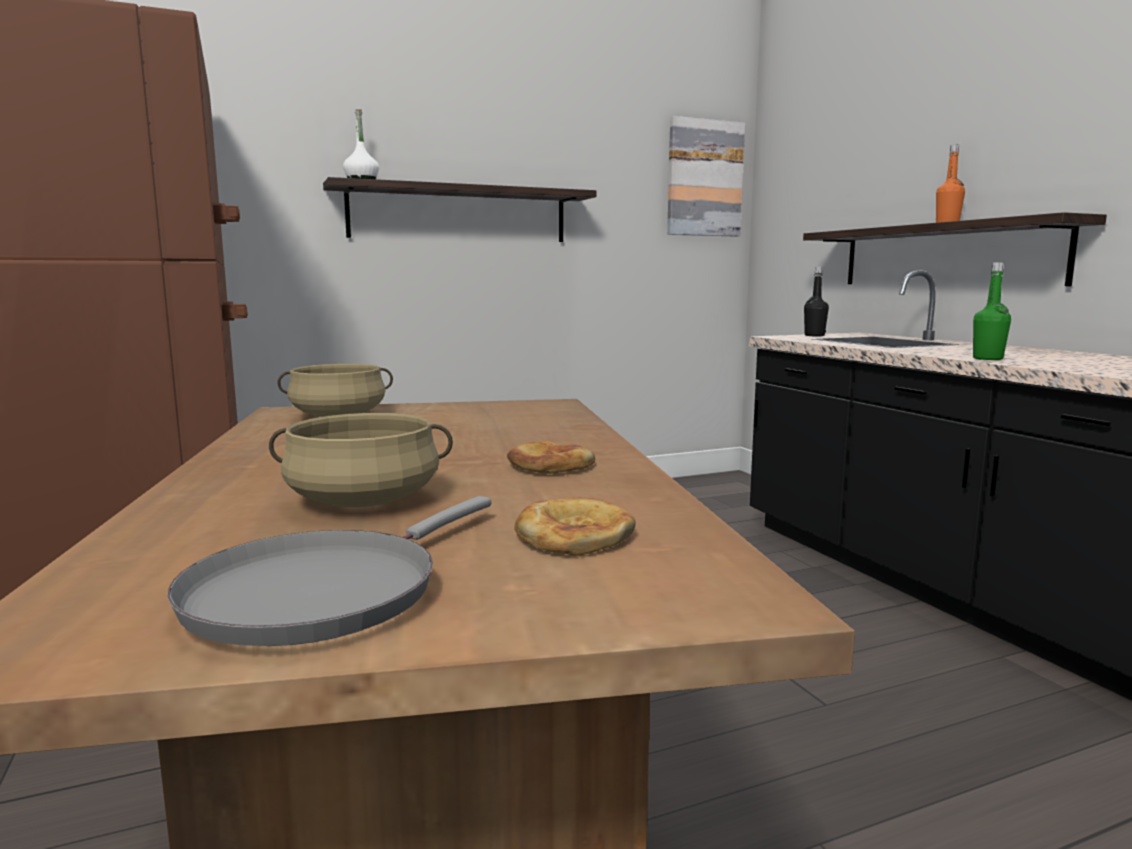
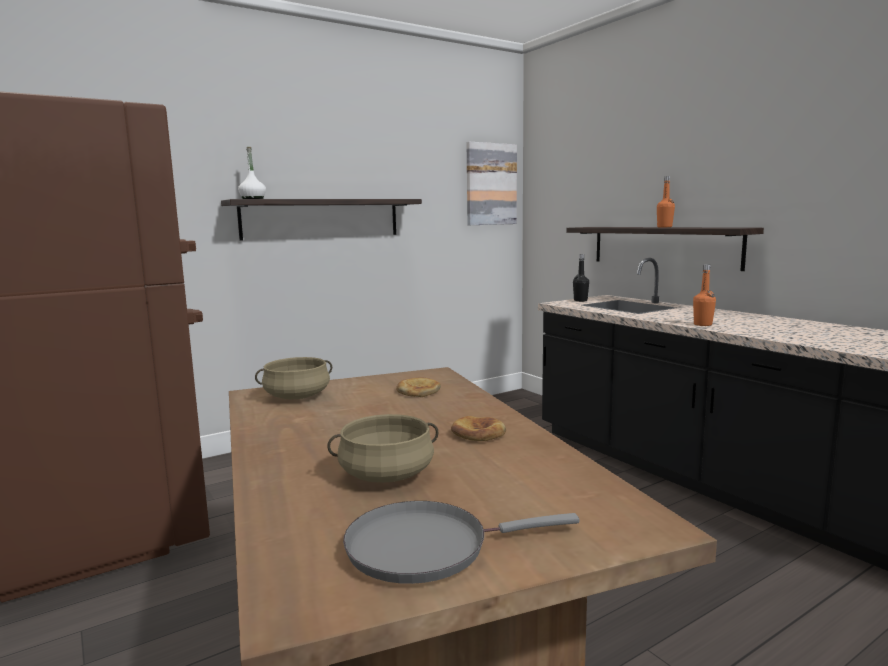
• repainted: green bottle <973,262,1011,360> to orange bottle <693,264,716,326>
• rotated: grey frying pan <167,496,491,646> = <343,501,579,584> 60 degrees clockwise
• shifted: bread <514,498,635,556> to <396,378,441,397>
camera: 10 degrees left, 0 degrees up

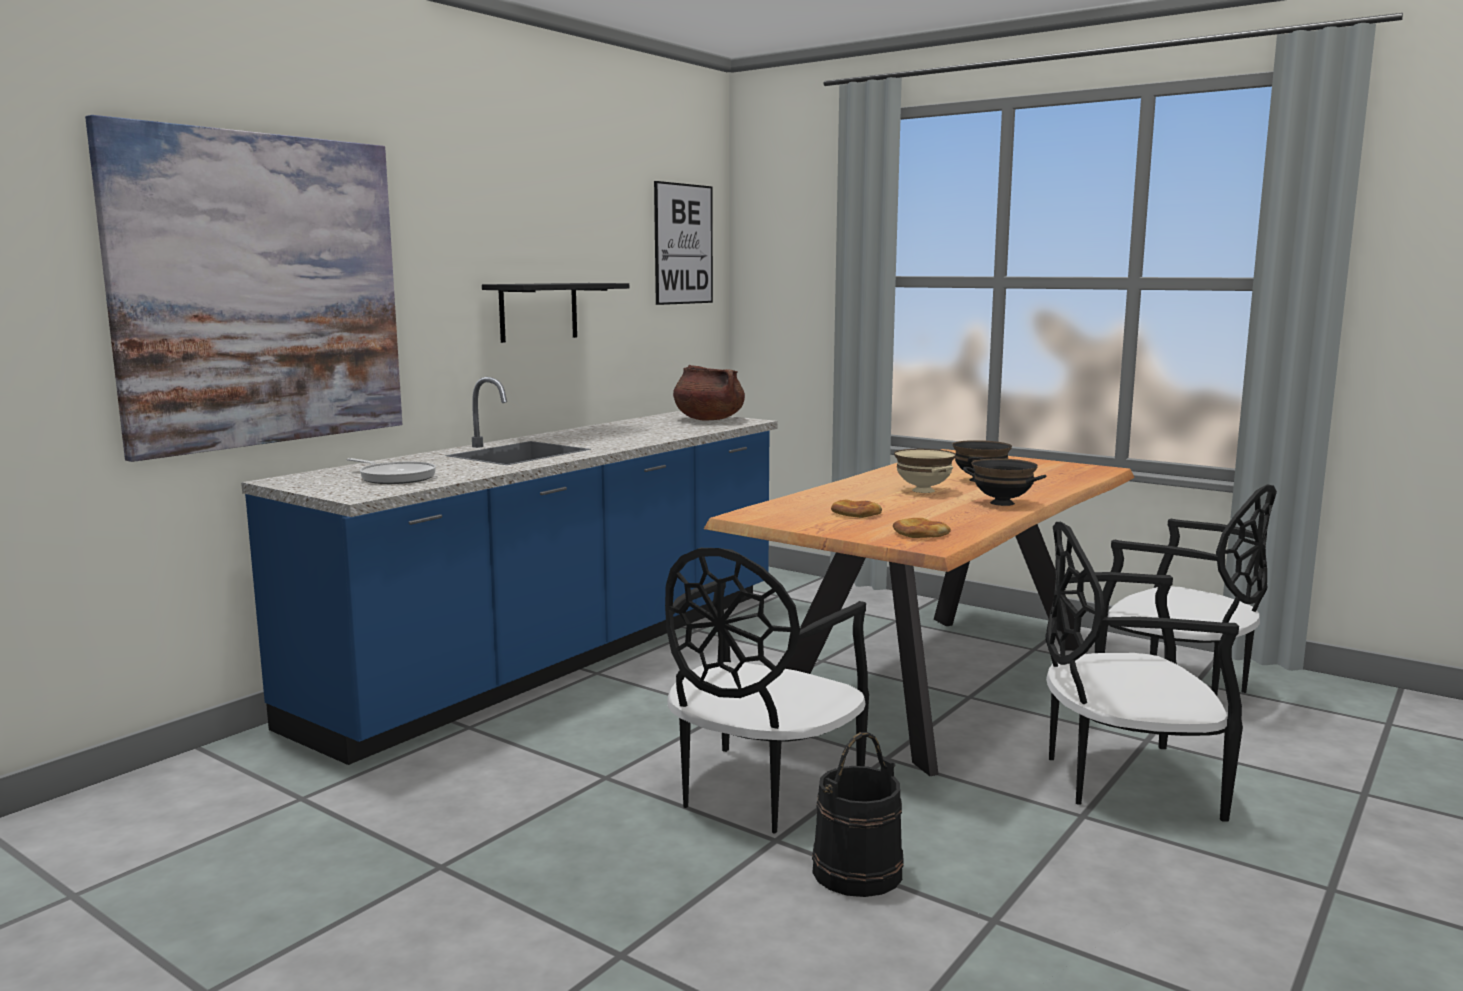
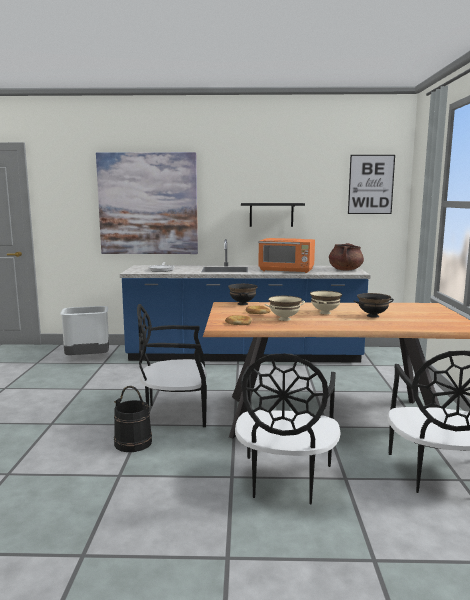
• shifted: black bowl <963,459,1047,506> to <228,284,258,305>
• rotated: black chair <1045,522,1243,822> = <235,354,340,505> 135 degrees counterclockwise
• new: orange microwave <258,238,315,273>
• new: beige bowl <264,296,305,321>
• new: grey trash can <60,306,109,355>
camera: 55 degrees right, 0 degrees up

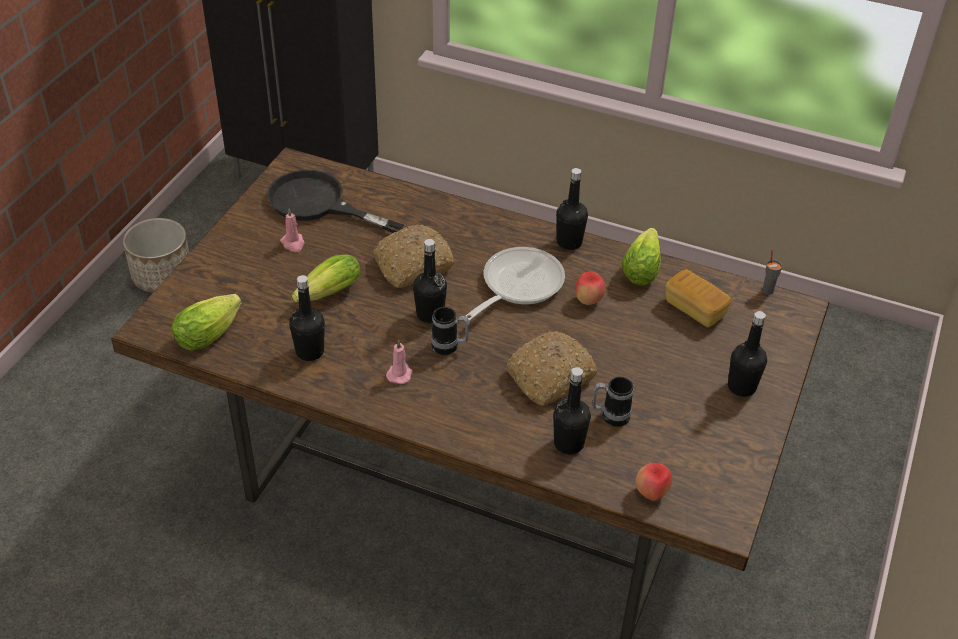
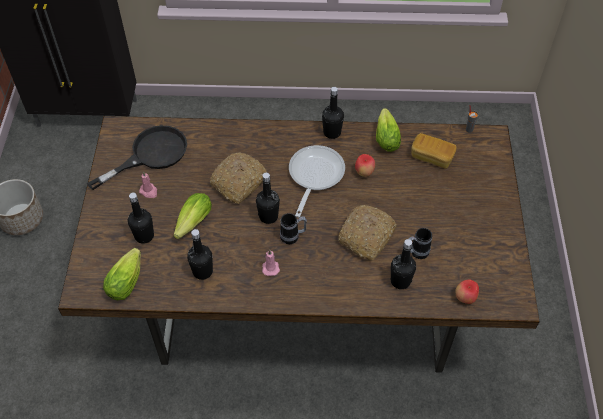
• rotated: black frying pan <267,170,404,233> = <87,125,187,190> 135 degrees clockwise
• shifted: black bottle <728,311,767,397> to <128,192,154,244>
camera: 20 degrees left, 10 degrees up

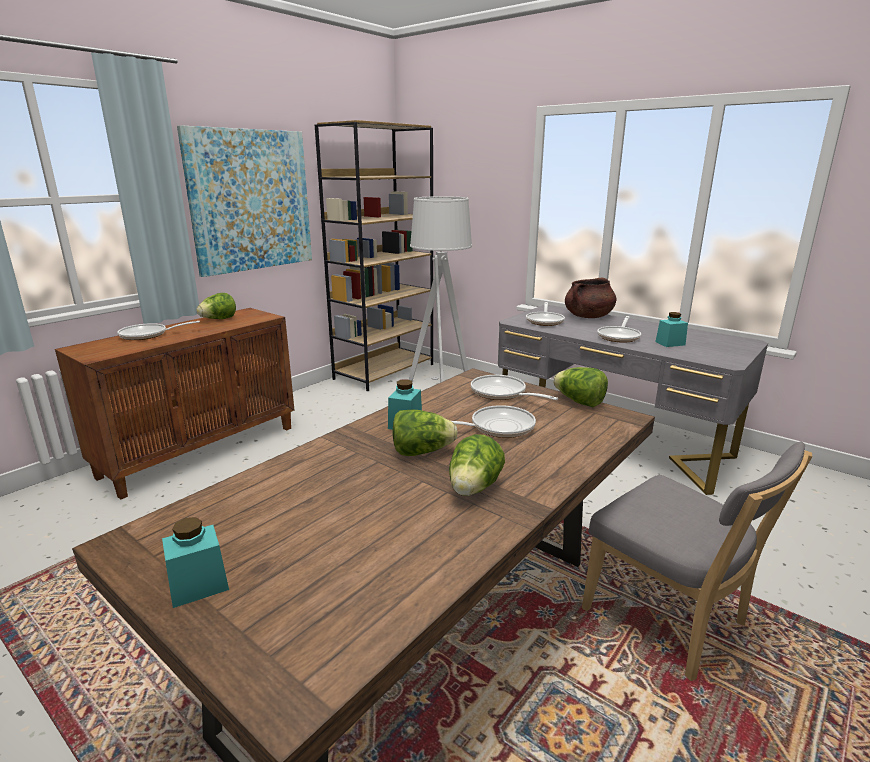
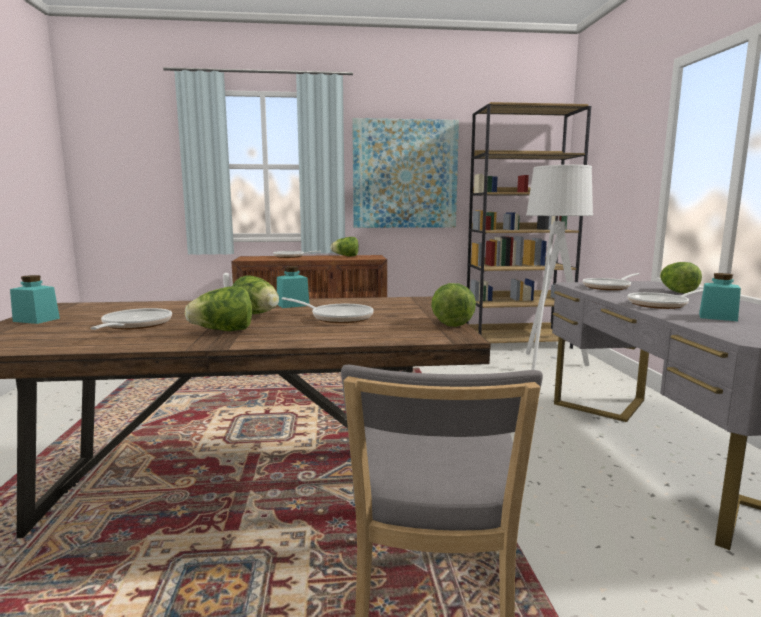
• swapped: brown cooking pot <565,278,616,318> to lettuce <660,262,702,293>
• shifted: frying pan <471,375,558,400> to <90,308,172,330>
camera: 45 degrees right, 10 degrees down

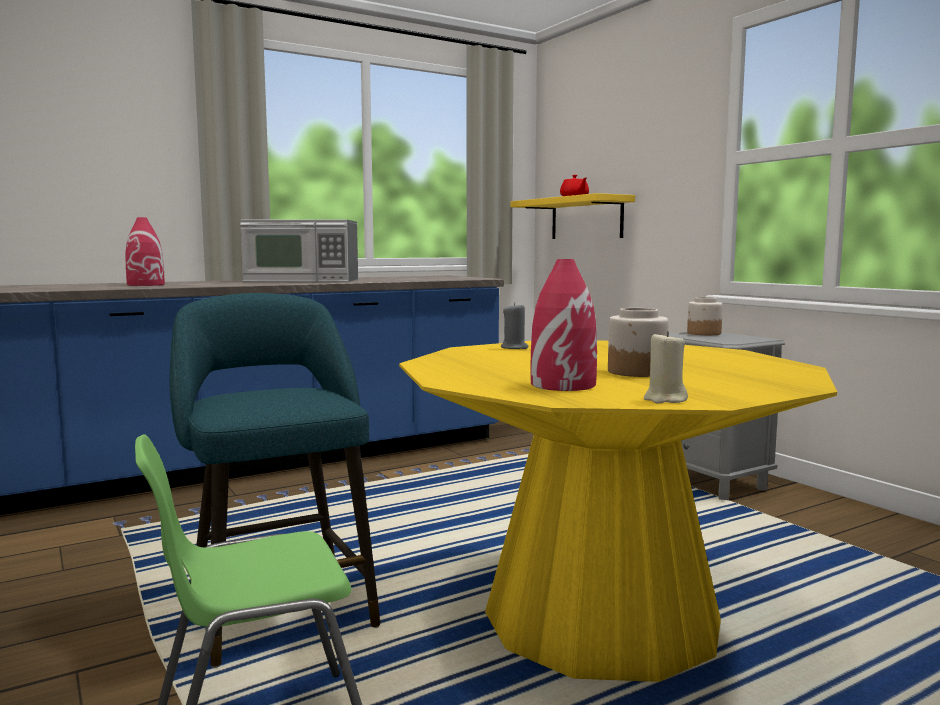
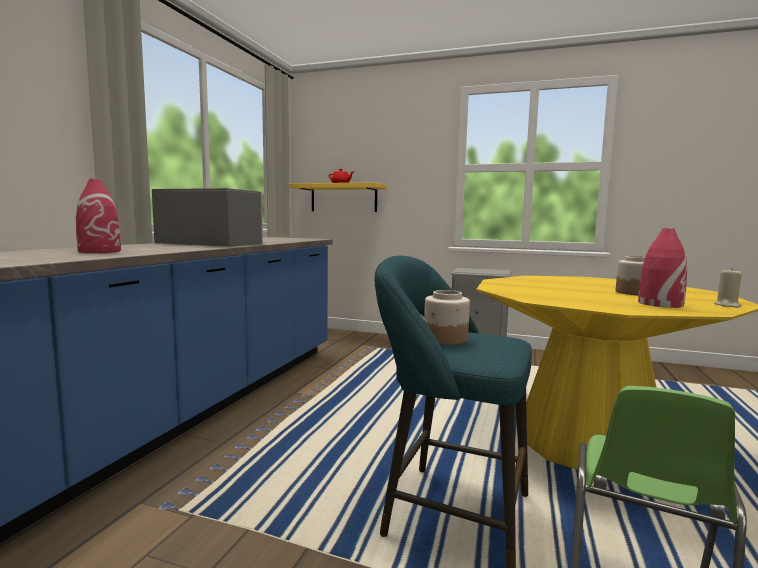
• rotated: microwave <240,220,358,282> = <152,188,264,247> 120 degrees counterclockwise
• shifted: jar <687,297,723,335> to <424,290,470,345>
• gone: grey candle <501,302,529,349>
camera: 40 degrees left, 0 degrees up

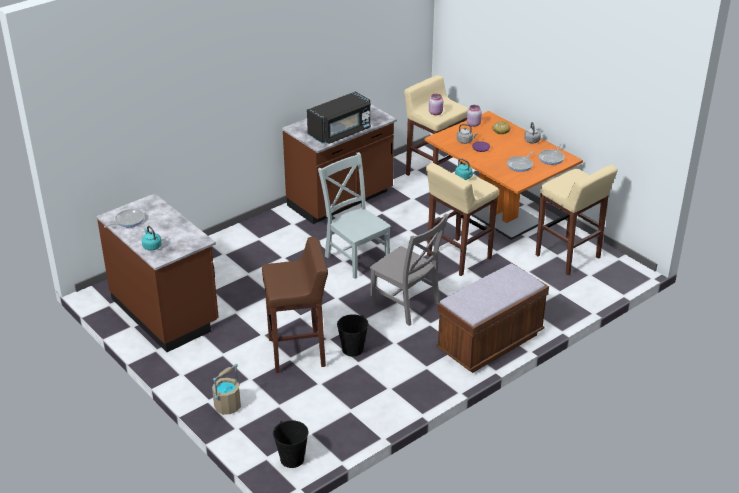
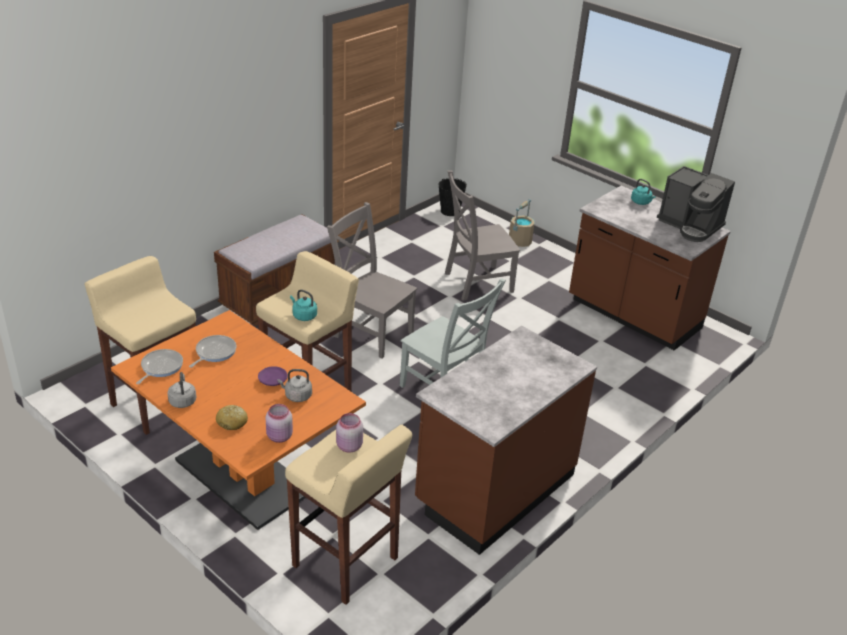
• gone: black microwave <307,92,371,144>
• swapped: frying pan <104,209,144,228> to coffee machine <656,166,735,242>
• swapped: brown stool <262,237,328,373> to grey chair <445,170,520,301>
• gone: black bucket <337,314,369,357>
camera: 170 degrees right, 0 degrees up

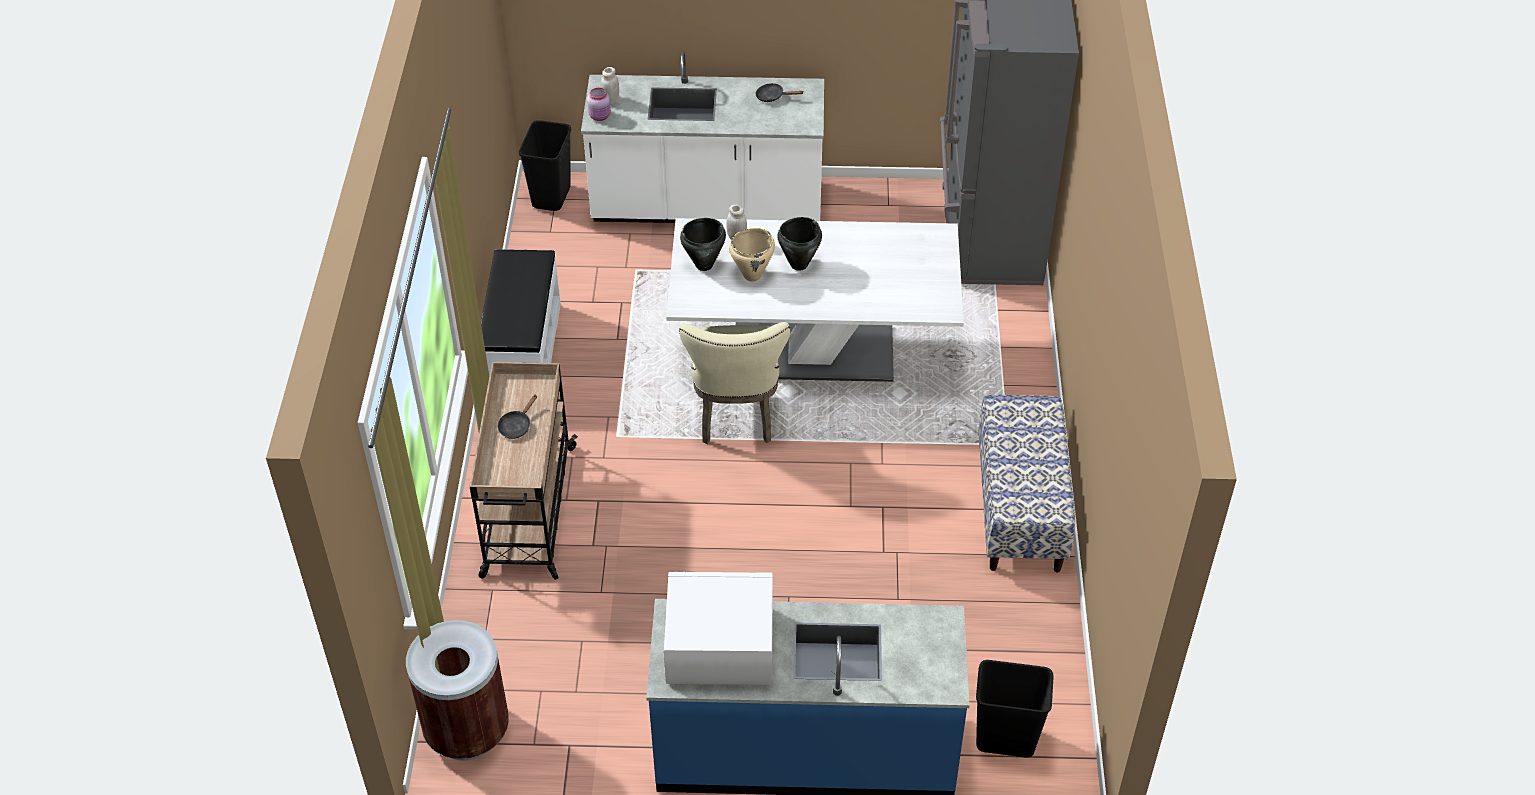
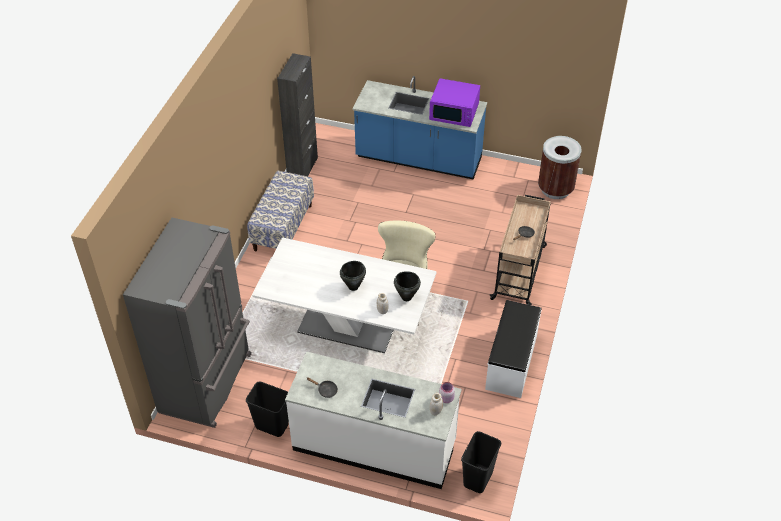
• gone: beige cooking pot <729,228,775,282>
• repainted: white microwave <664,572,773,685> to purple microwave <429,78,480,127>
• shifted: black trash can <976,660,1053,758> to <246,381,289,437>
• new: black cabinet <277,53,318,177>
camera: 165 degrees left, 0 degrees up

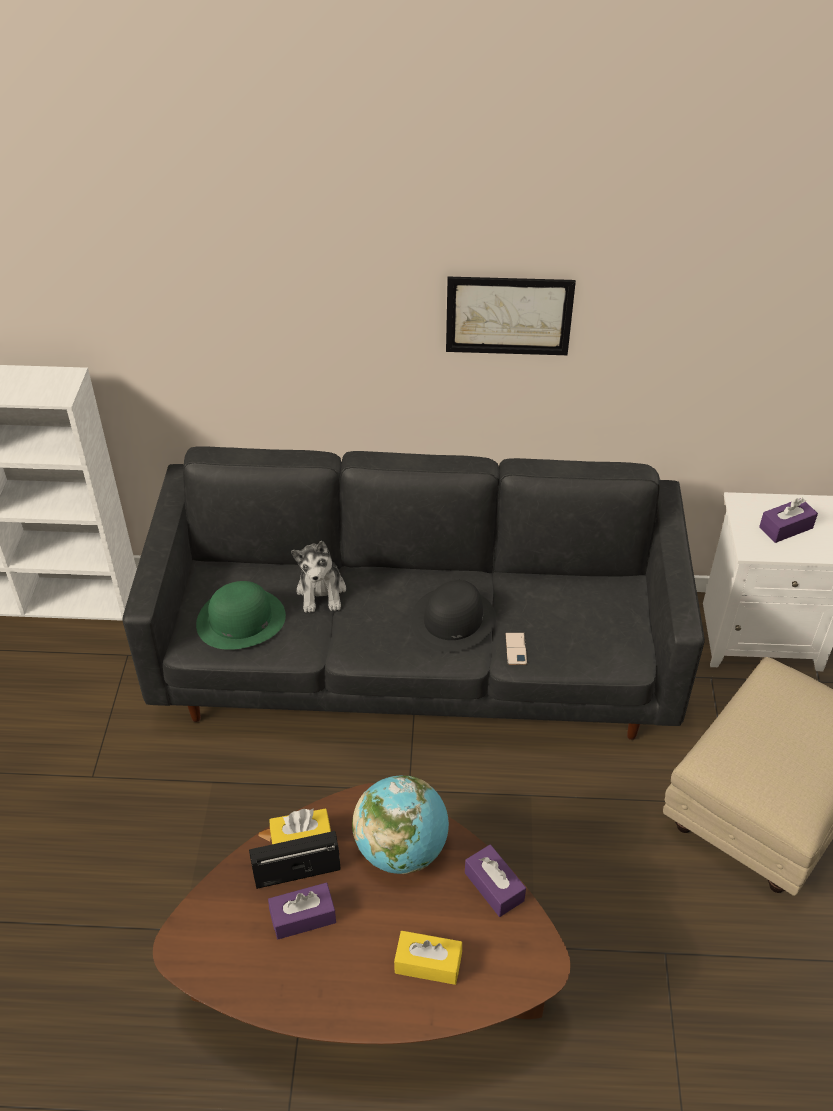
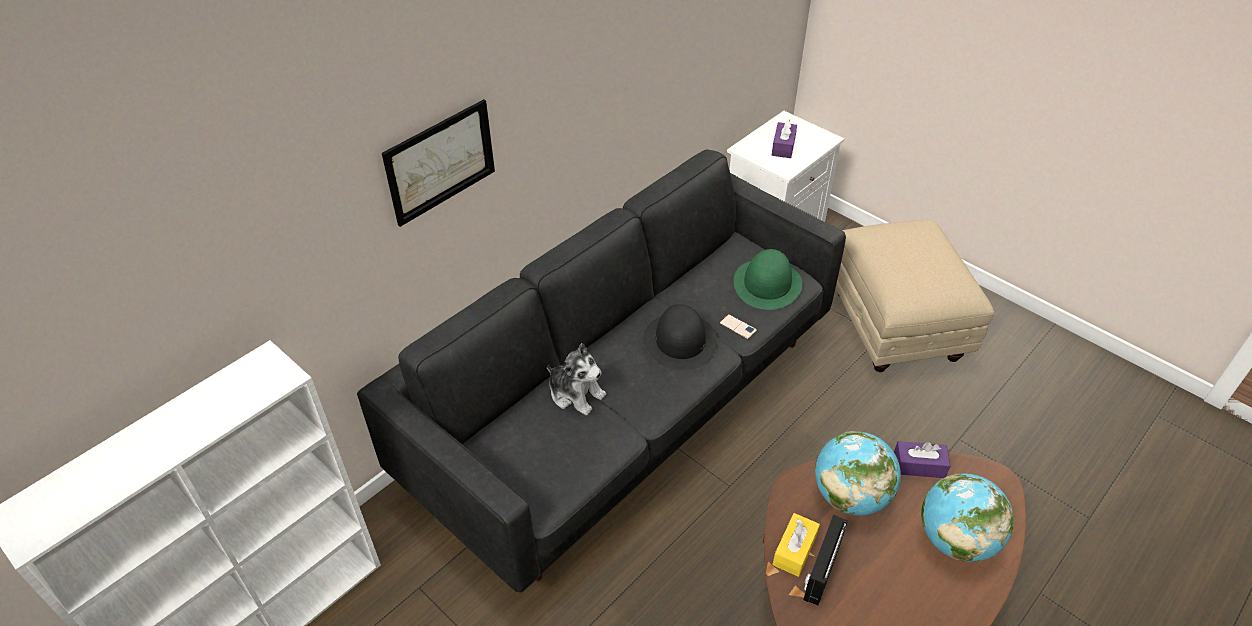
• shifted: picture <446,277,576,355> to <382,99,495,227>
• shifted: green hat <196,581,286,650> to <733,249,803,310>
• gone: purple tissue box <268,882,336,939>
• swapped: yellow tissue box <394,931,462,985> to globe <921,473,1014,562>
camera: 50 degrees left, 0 degrees up

